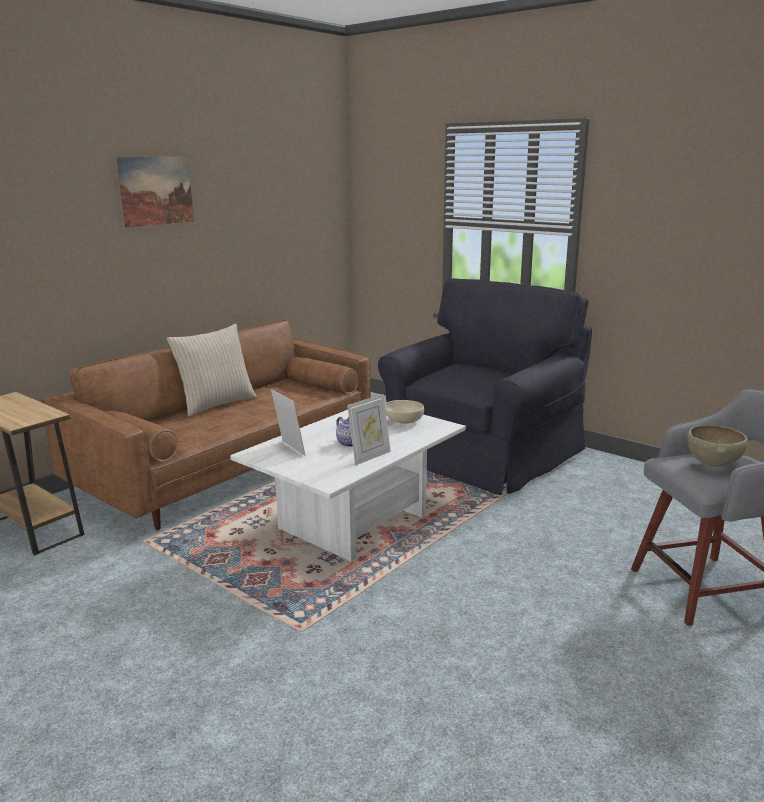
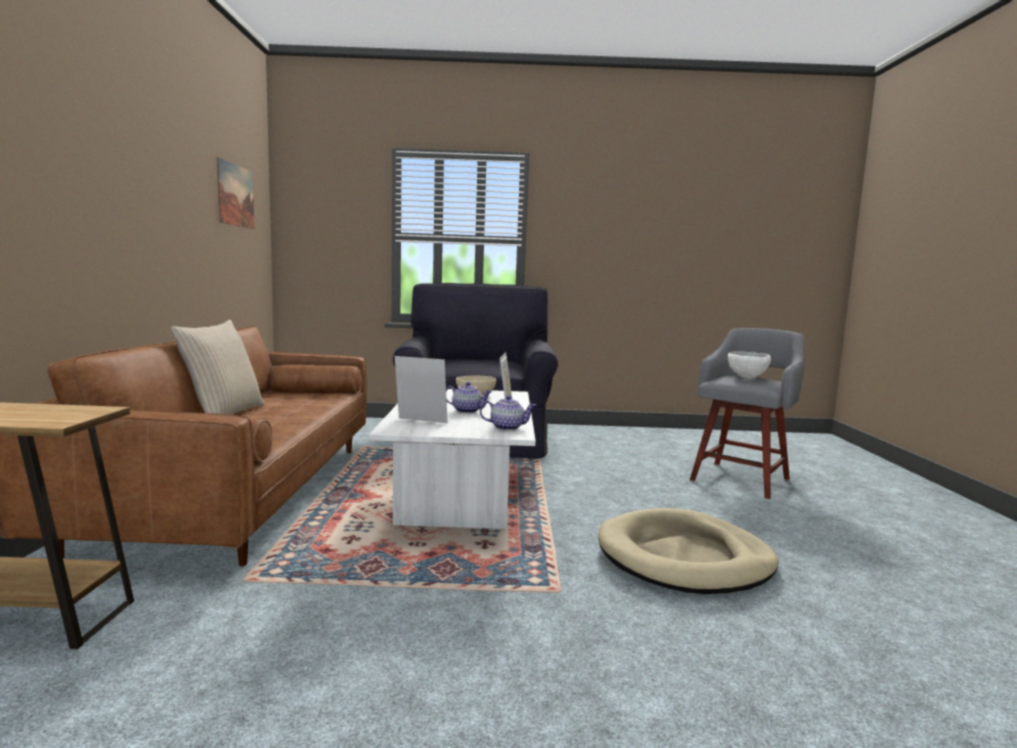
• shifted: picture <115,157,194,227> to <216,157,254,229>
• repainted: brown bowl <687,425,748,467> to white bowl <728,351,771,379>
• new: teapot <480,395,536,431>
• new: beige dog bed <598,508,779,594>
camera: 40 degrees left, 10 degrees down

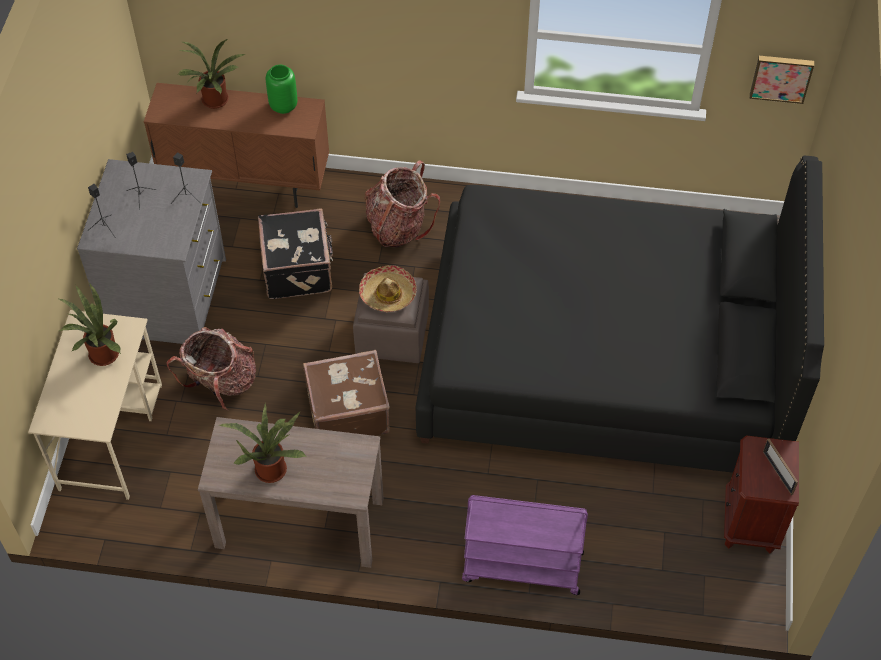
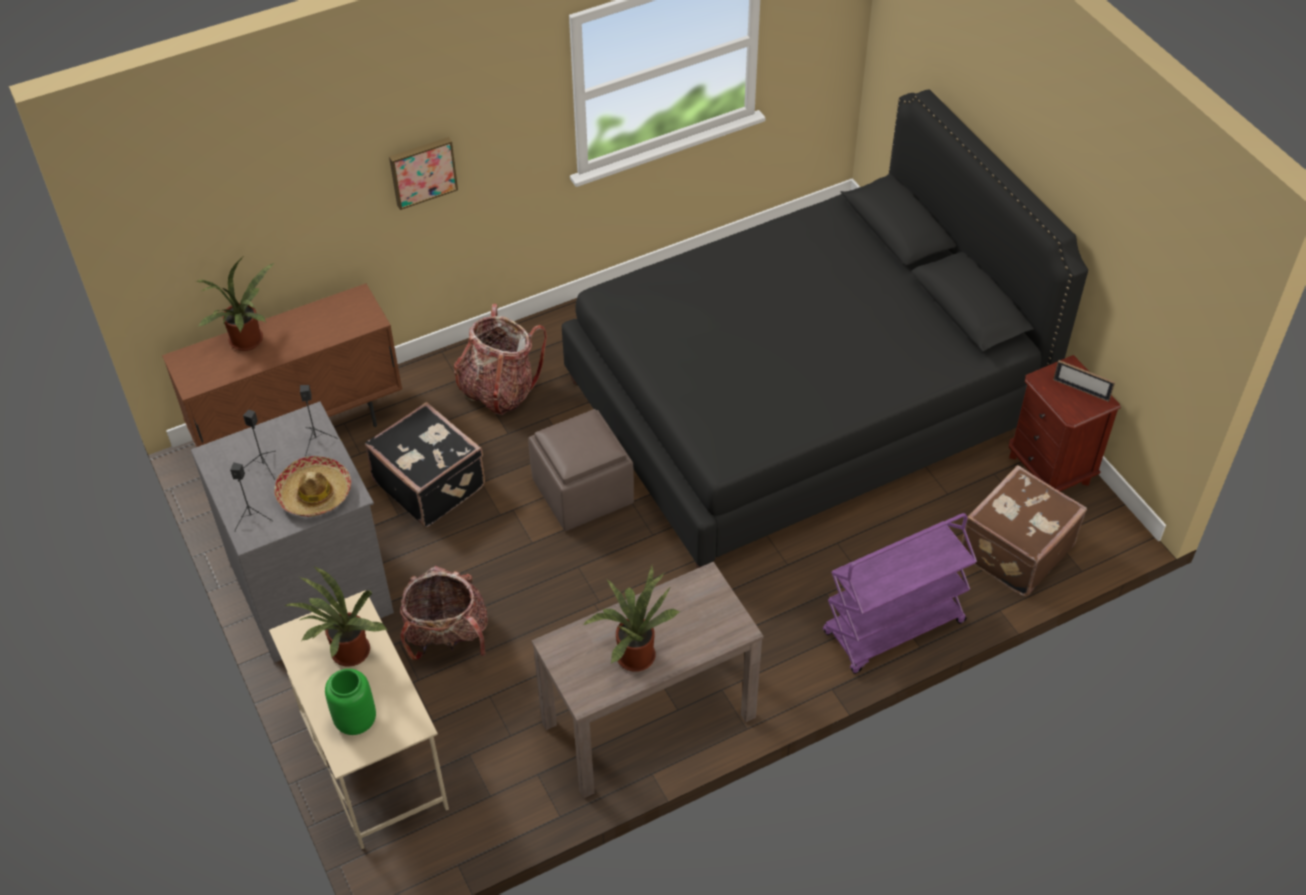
• shifted: picture <750,56,814,104> to <389,137,458,210>
• shifted: green vase <266,65,297,114> to <325,669,376,735>
• shifted: hat <359,265,417,312> to <274,456,351,517>
• shifted: brown suitcase <303,350,390,436> to <961,465,1087,597>
camera: 35 degrees left, 5 degrees down

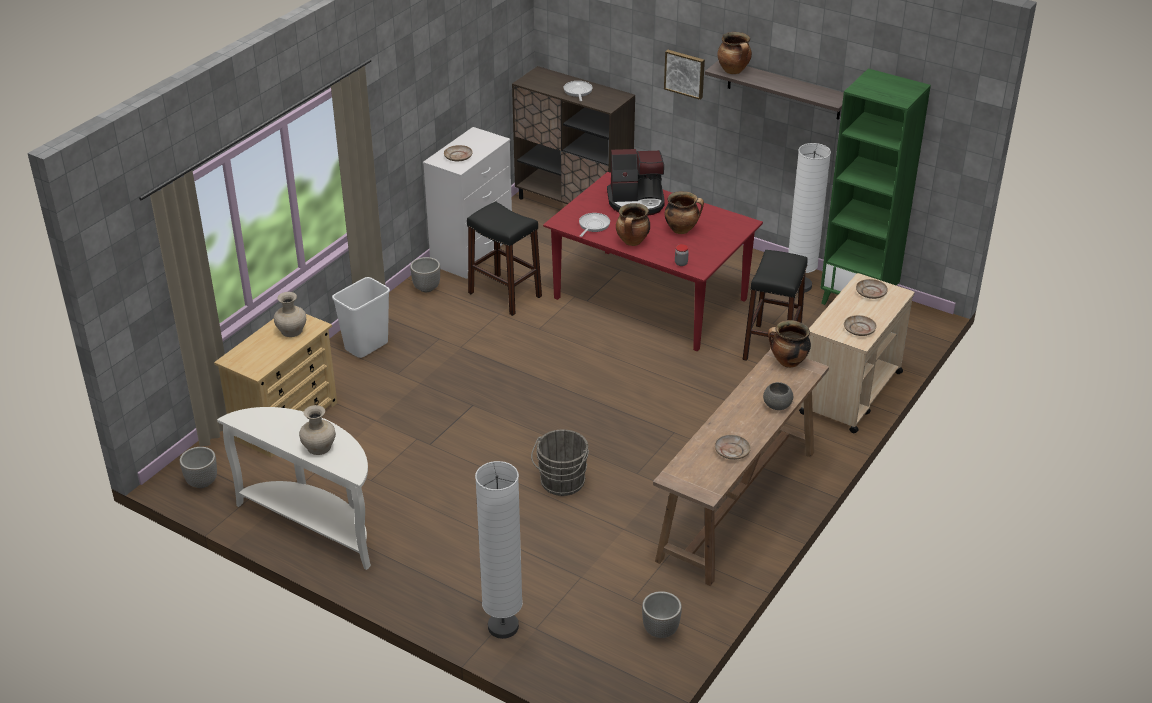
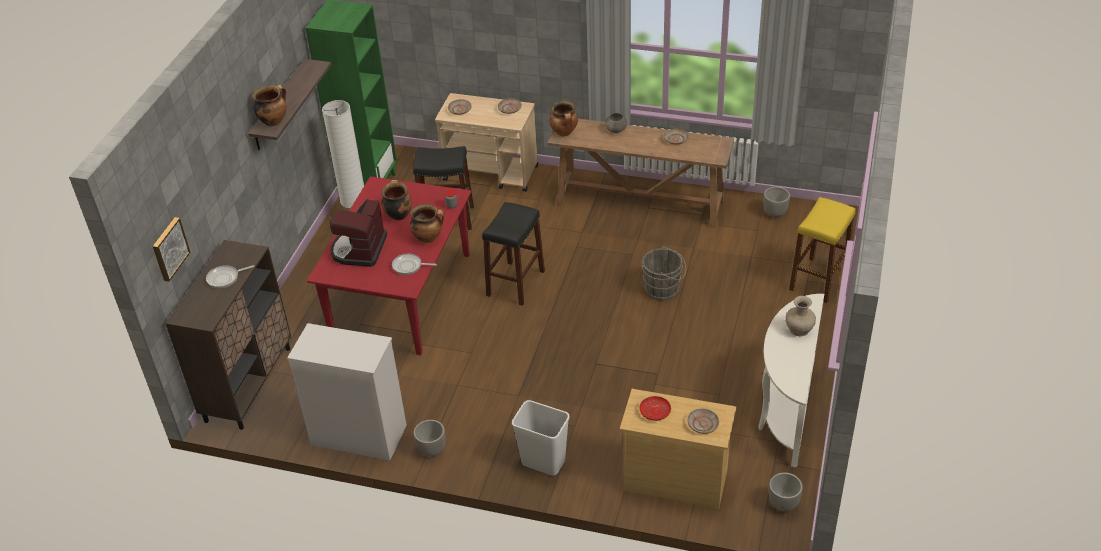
• shifted: picture <664,50,705,100> to <153,217,190,282>
• shifted: beige plate <444,145,473,161> to <687,408,719,434>
• rotated: coffee machine <607,149,665,216> = <330,199,387,267> 150 degrees counterclockwise
• shifted: black stool <467,201,542,316> to <482,202,545,306>
• swapped: beige vase <274,292,306,337> to red plate <639,396,671,421>
• swapped: white floor lamp <475,461,523,639> to yellow stool <789,197,856,303>
camera: 105 degrees left, 5 degrees up

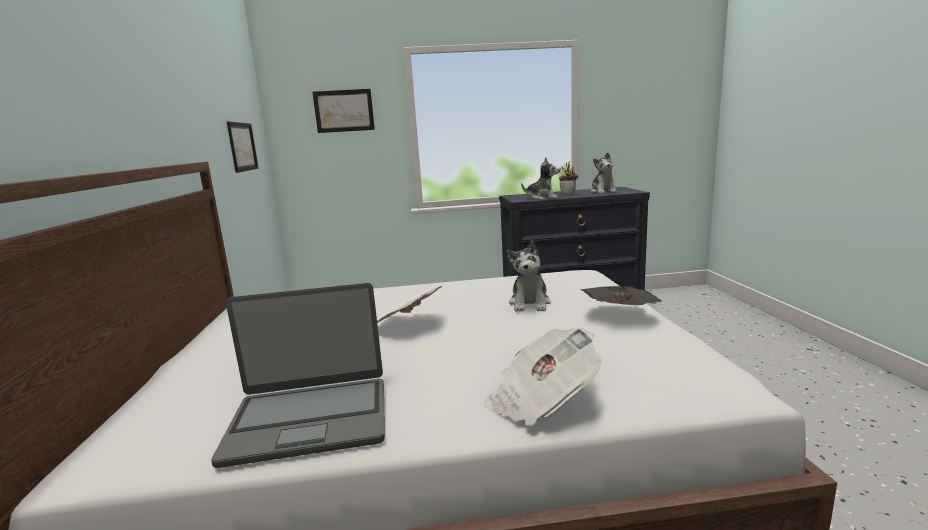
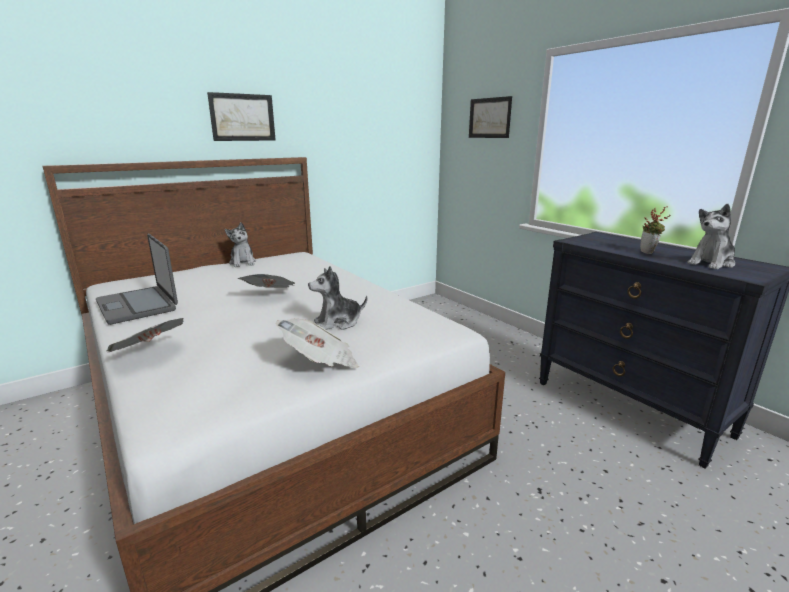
• shifted: picture <227,121,259,173> to <207,92,276,141>
• shifted: plush toy <521,157,560,200> to <225,222,256,267>
camera: 60 degrees right, 5 degrees up

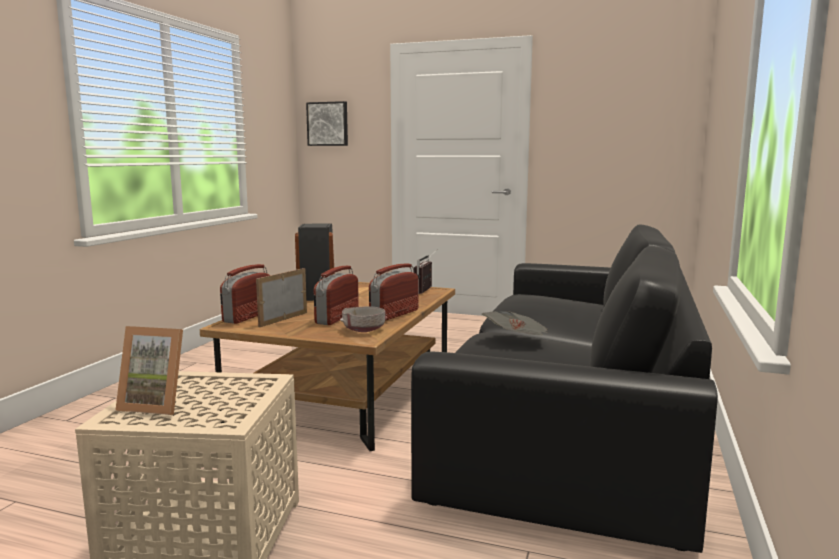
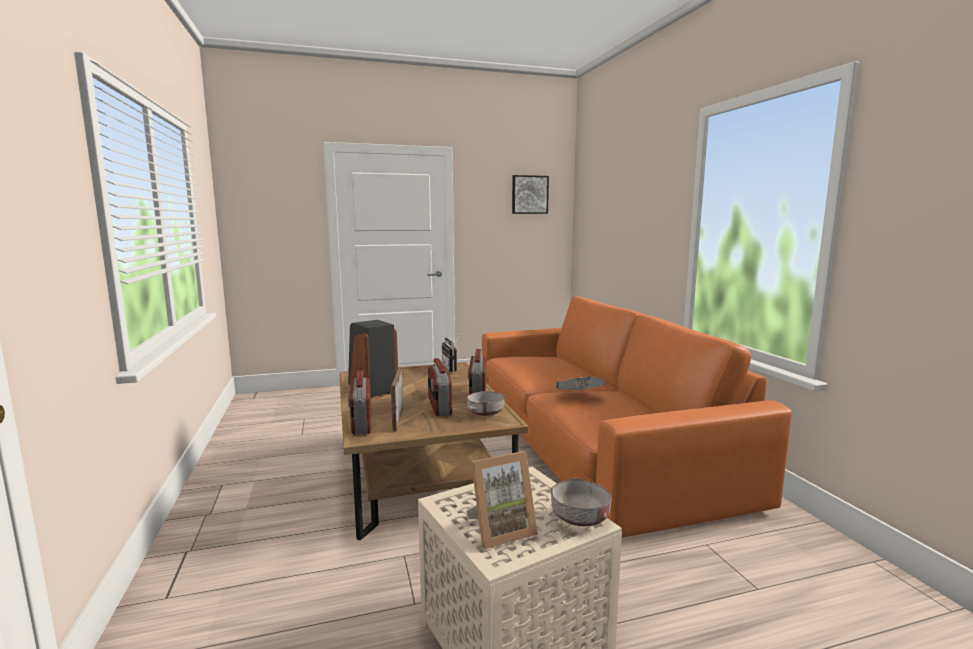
• shifted: picture <306,101,348,146> to <512,175,549,214>
• repainted: black sofa <411,225,718,553> to orange sofa <482,296,792,538>
• new: grey bowl <551,478,611,526>
camera: 35 degrees left, 0 degrees up

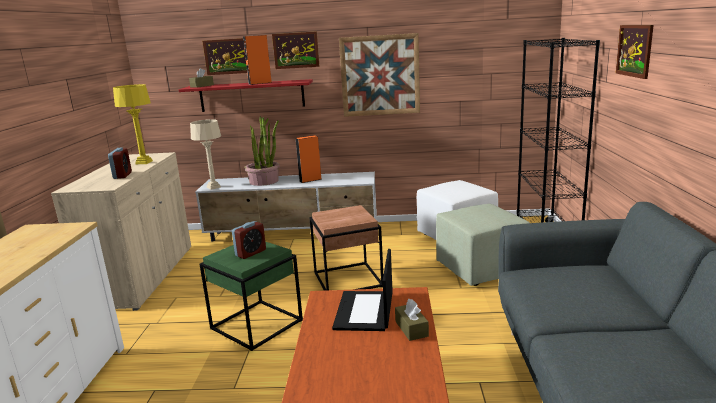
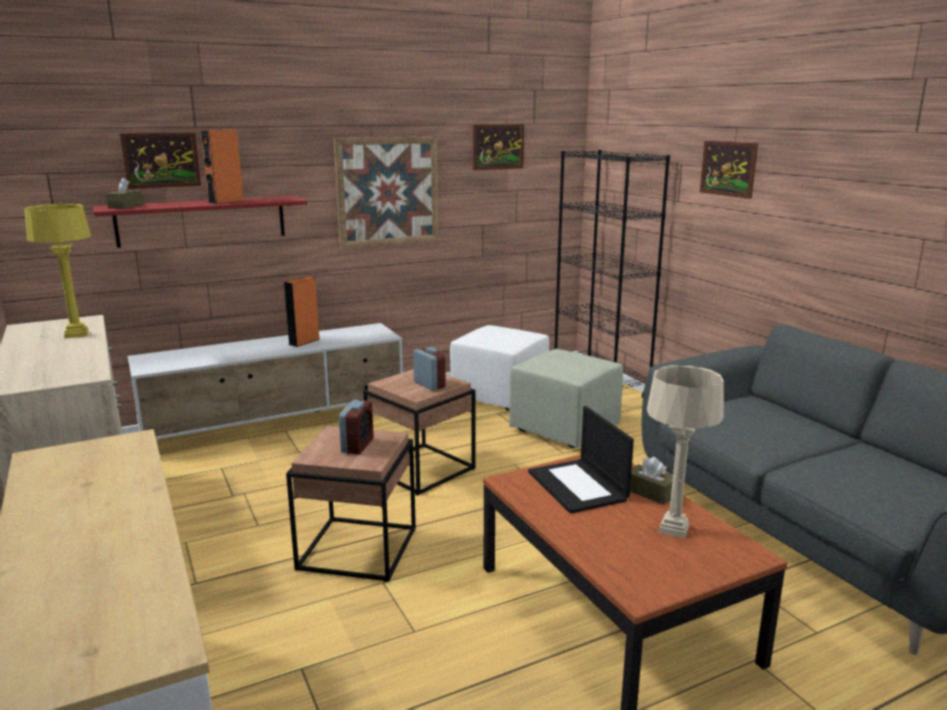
• shifted: picture <272,31,320,69> to <473,124,524,170>
• gone: potted plant <244,117,280,186>
• shifted: beige table lamp <190,119,221,190> to <647,365,724,538>
• shifted: alarm clock <108,147,132,179> to <413,347,446,391>
• repainted: green side table <199,242,303,351> to brown side table <286,426,416,582>
camera: 30 degrees left, 0 degrees up

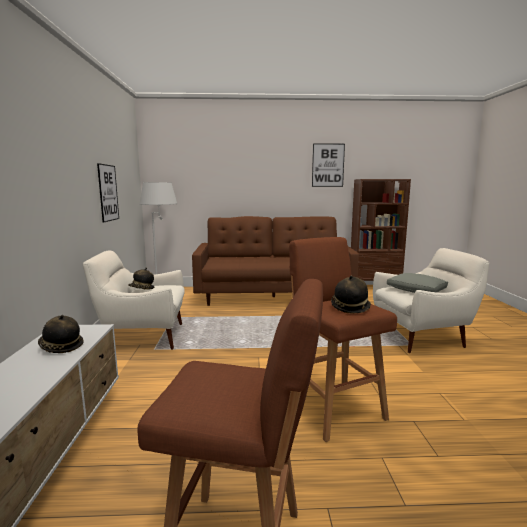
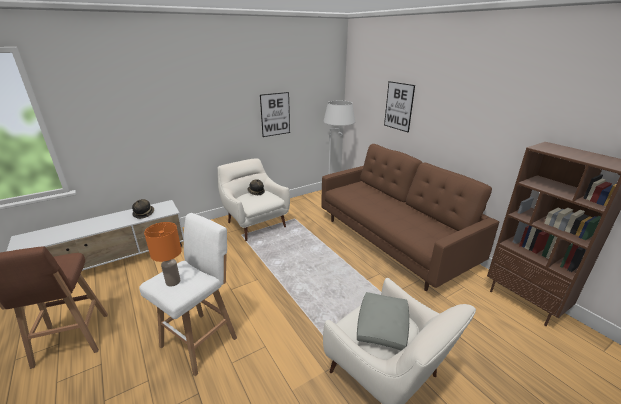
• shifted: picture <312,143,345,187> to <384,81,415,132>
• repainted: brown stool <289,237,397,442> to white stool <139,213,237,376>
• swapped: hat <331,275,371,313> to orange table lamp <144,222,182,287>
camera: 60 degrees right, 15 degrees up

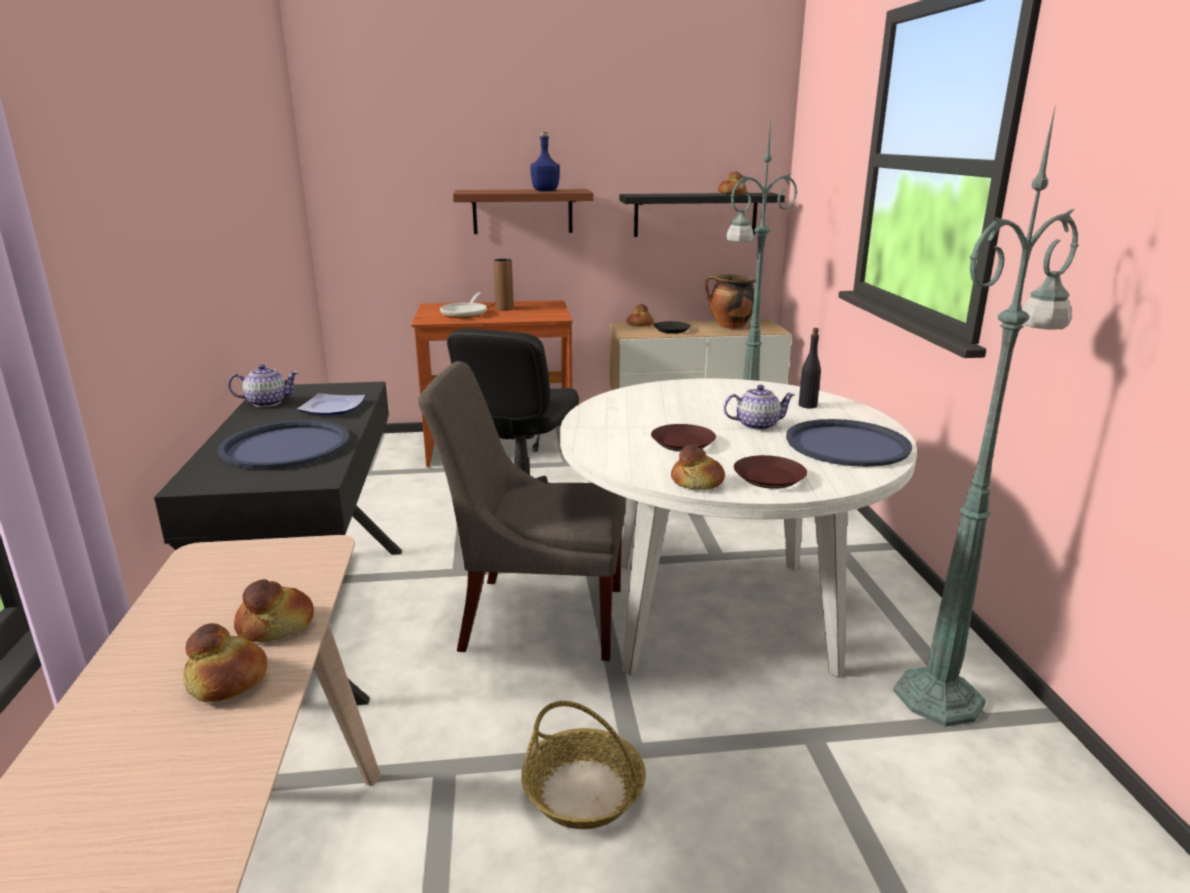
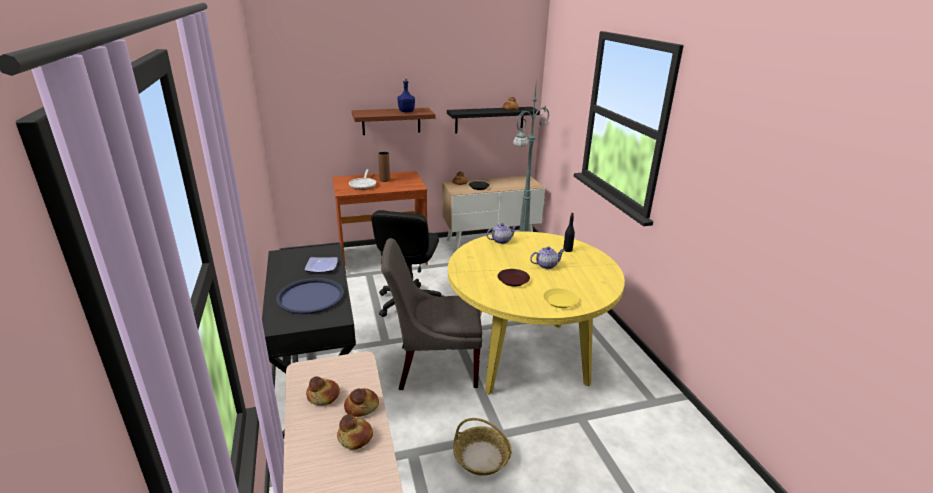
• gone: green floor lamp <893,104,1079,727>
• gone: cooking pot <705,275,756,329>
• shifted: teapot <228,364,299,407> to <487,223,517,244>
• repainted: white dining table <560,378,917,678> to yellow dining table <448,231,625,395>
• gone: blue tray <786,419,912,467>
• shifted: bread <671,445,725,490> to <306,376,340,406>
• repainted: brown plate <734,455,807,489> to yellow plate <543,288,578,308>
camera: 10 degrees left, 5 degrees up

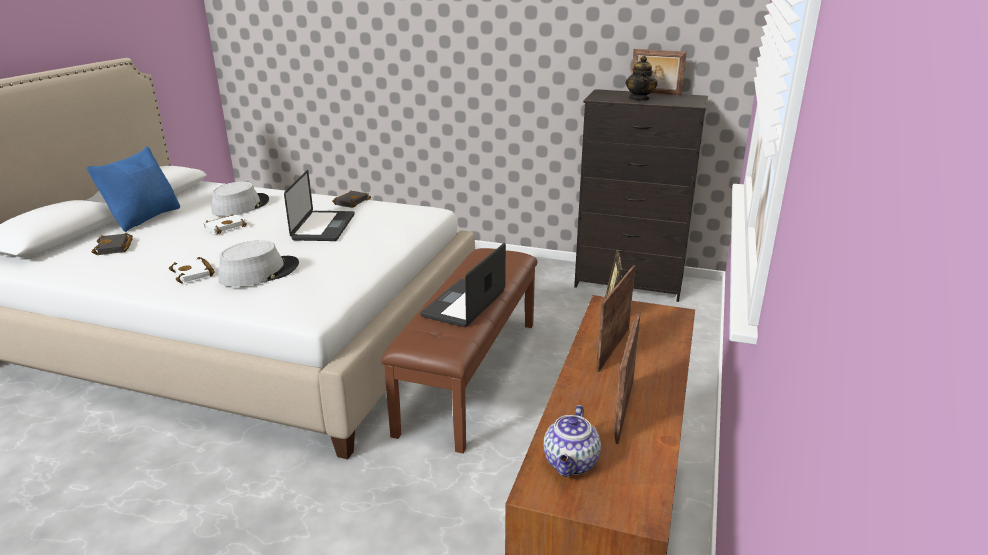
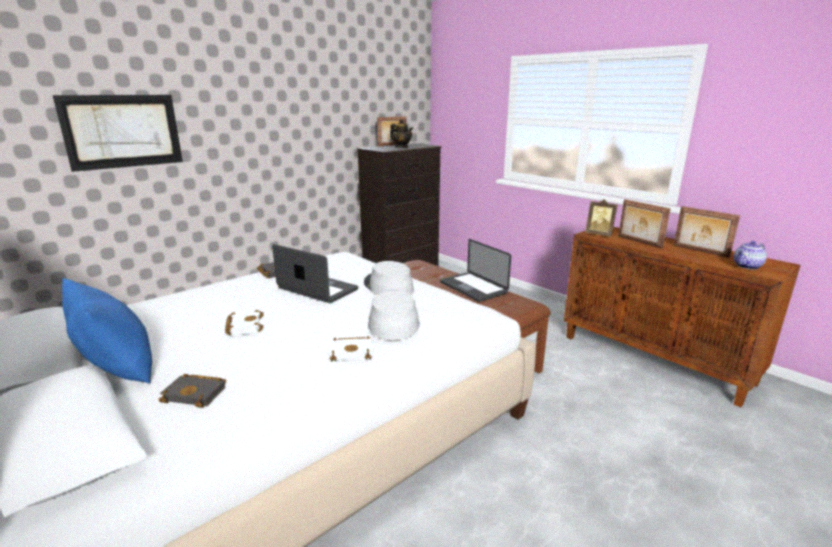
• shifted: grey hat <212,181,269,217> to <364,261,414,295>
• rotated: teapot <544,405,601,477> = <734,241,767,270> 105 degrees clockwise
• new: picture <53,95,183,172>
camera: 60 degrees left, 5 degrees down

